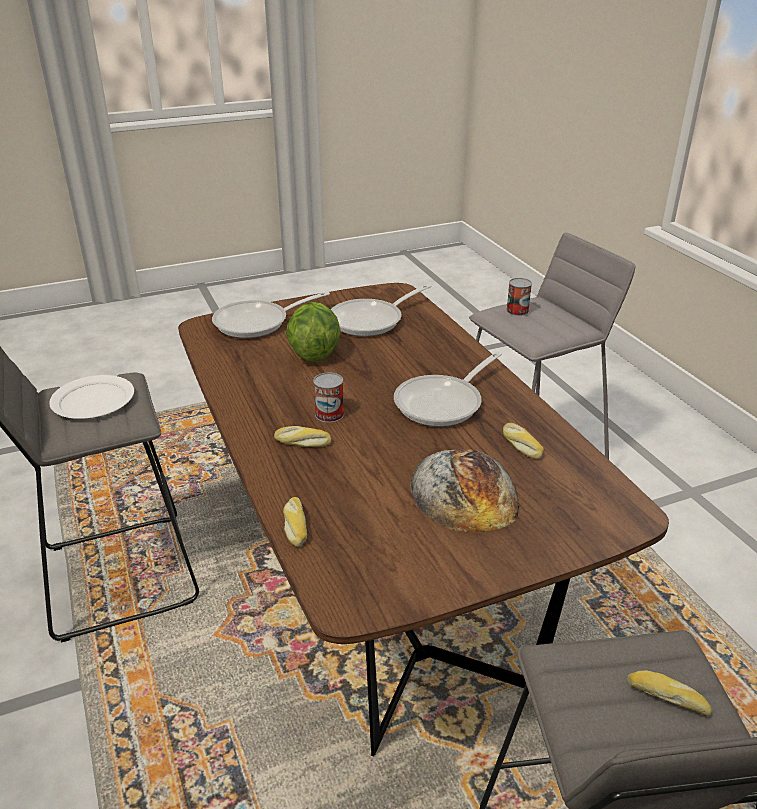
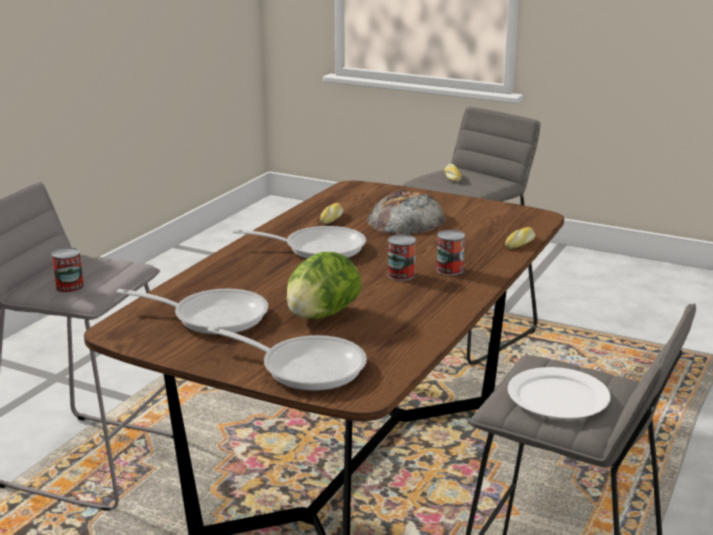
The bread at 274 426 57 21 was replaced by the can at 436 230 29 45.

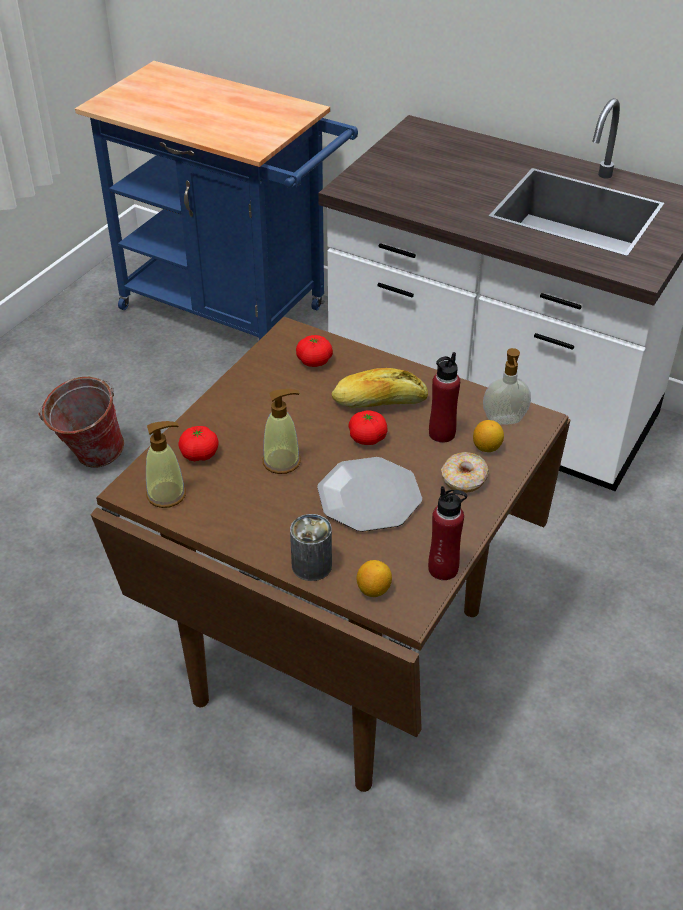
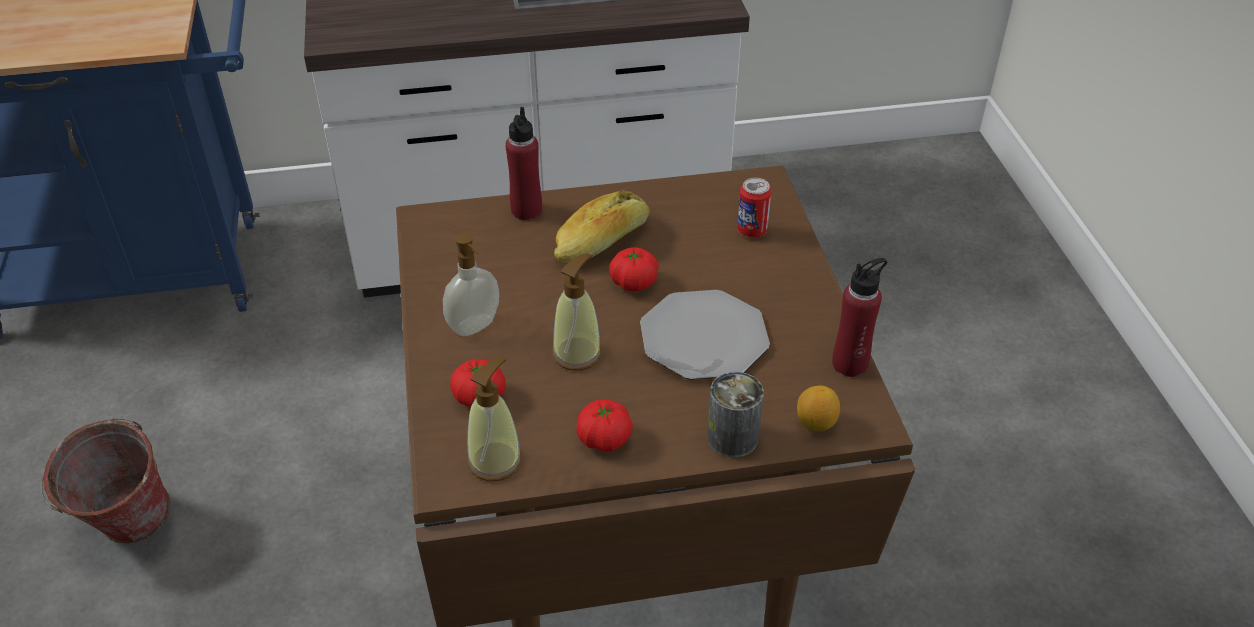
The tomato moved from 296 335 37 32 to 576 399 57 53. The soap dispenser moved from 483 348 48 77 to 443 233 56 103. The bottle (red) moved from 429 352 31 91 to 506 107 36 113. The lemon at 473 420 31 32 was replaced by the can at 737 178 34 60. The donut at 441 452 48 41 disappeared.

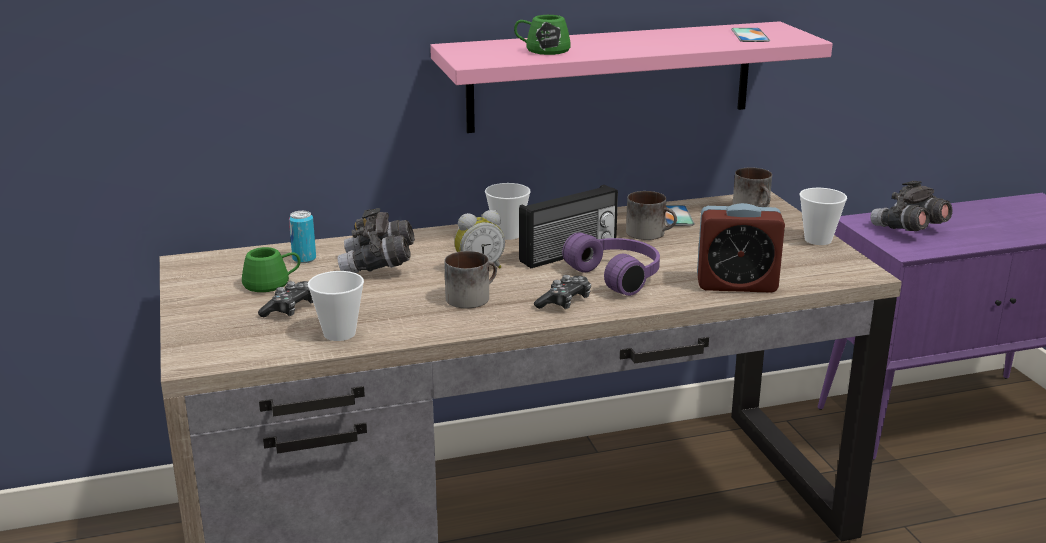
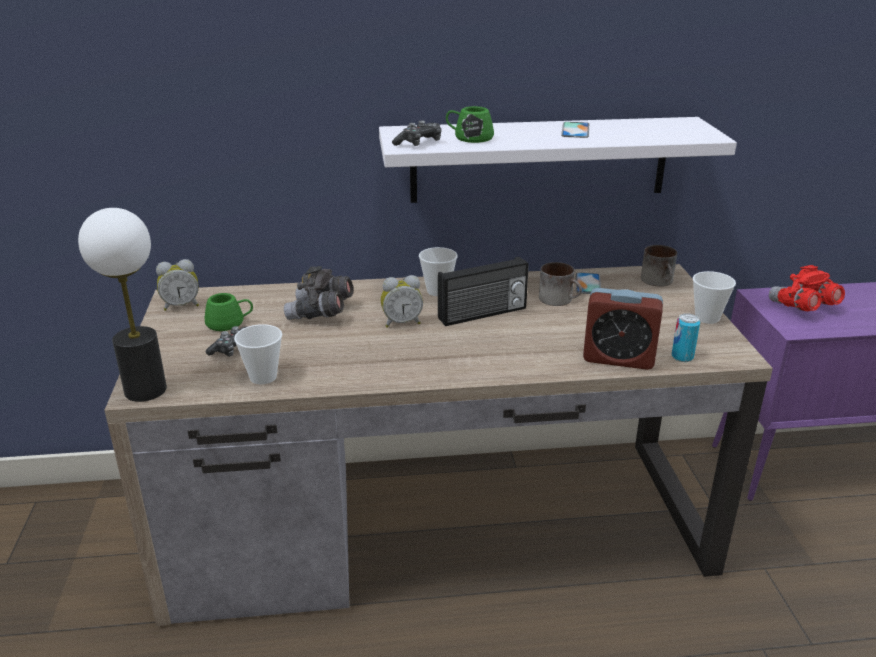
The shelf (pink) at 430 21 403 112 became the shelf (white) at 379 117 358 86. The phone moved from 731 28 39 14 to 561 122 28 16. The binoculars (grey) at 871 181 81 50 became the binoculars (red) at 769 265 76 46. The can moved from 289 211 27 52 to 672 313 28 49. The headphones (purple) at 562 232 98 64 disappeared. The mug at 444 251 53 57 disappeared. The game controller moved from 534 275 57 34 to 392 121 50 25. The table lamp at 78 208 89 194 appeared. The alarm clock at 156 259 43 52 appeared.

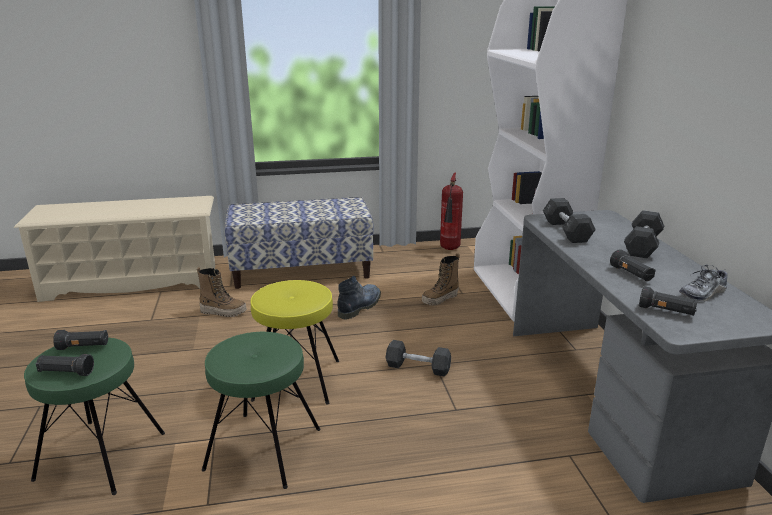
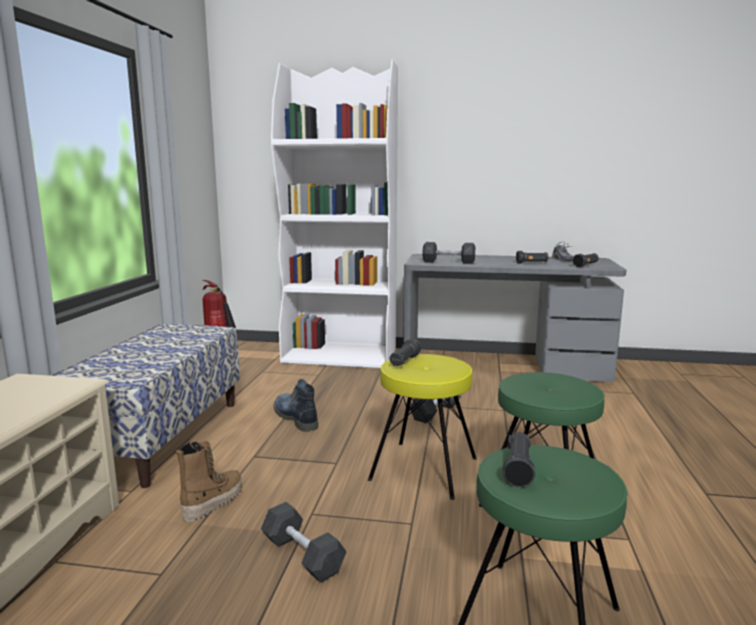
The dumbbell (grey) moved from 624 210 40 49 to 261 502 86 81. The boot at 422 253 38 53 disappeared. The flashlight (black) moved from 36 354 58 22 to 390 339 31 27.

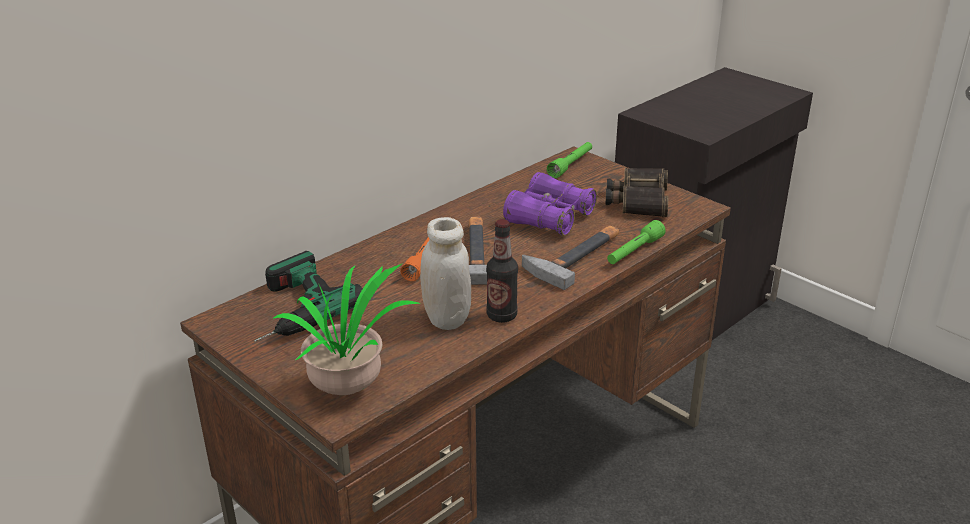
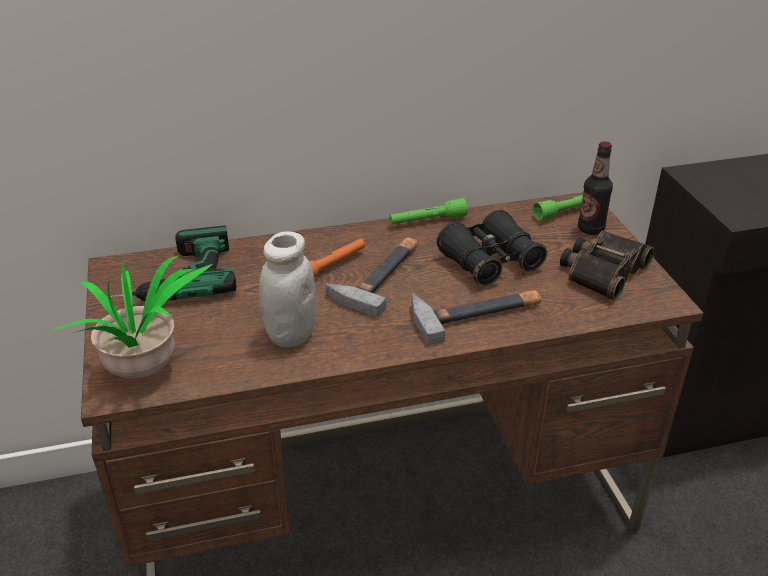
The binoculars (purple) at 503 172 94 64 became the binoculars (black) at 437 210 110 76. The bottle moved from 486 219 32 104 to 578 141 35 94. The flashlight (green) moved from 607 220 59 44 to 389 198 79 27.

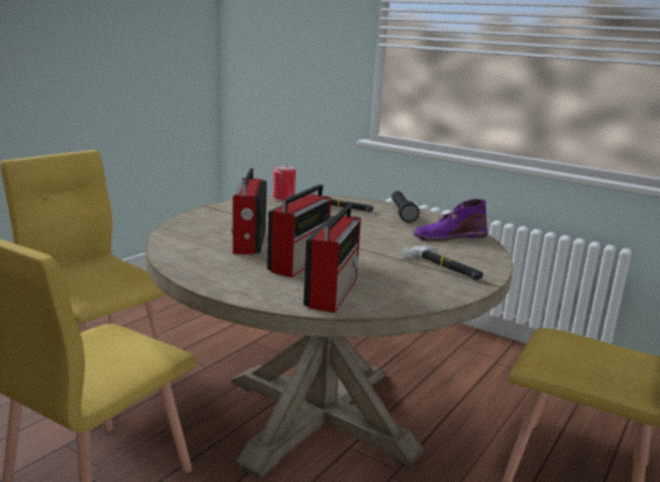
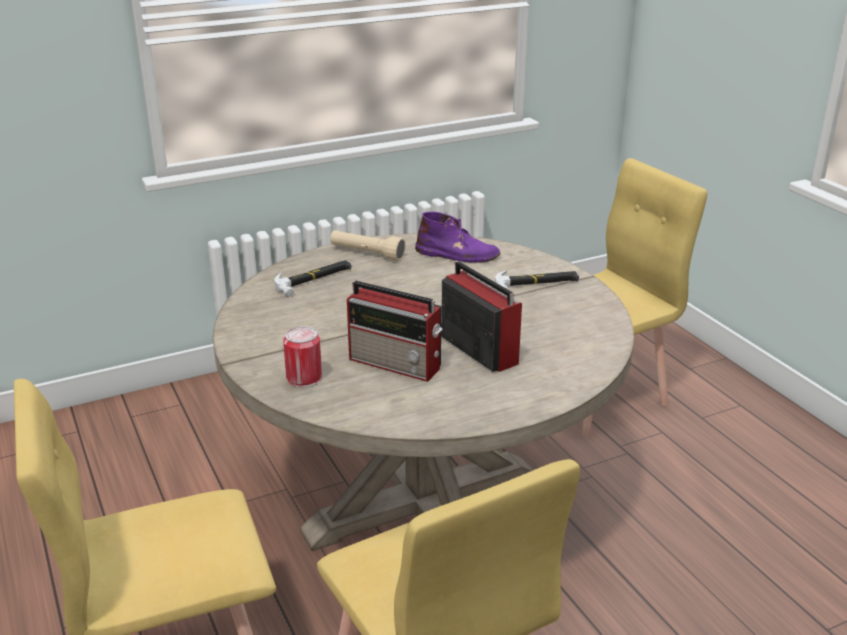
The can moved from 273 165 23 36 to 283 326 39 61. The flashlight (black) at 391 191 28 32 became the flashlight (beige) at 330 230 75 31. The boot (purple) at 413 199 75 42 turned 90 degrees counterclockwise. The radio at 303 204 58 109 disappeared.

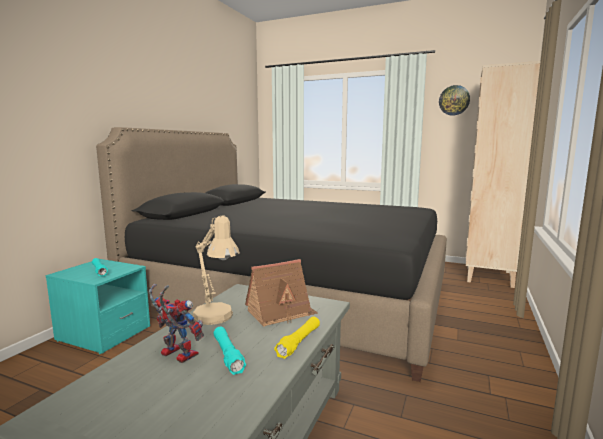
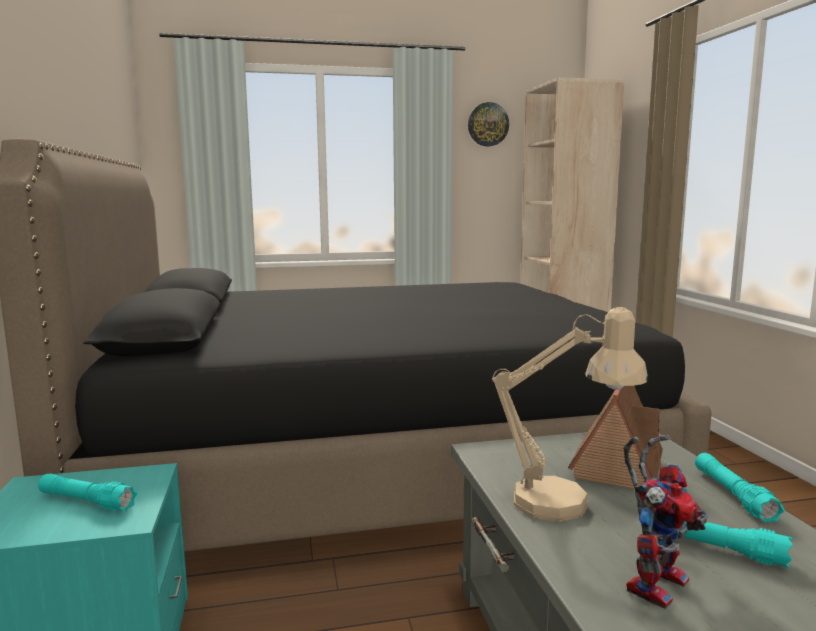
The toy robot at 149 284 55 79 turned 135 degrees clockwise. The flashlight (yellow) at 274 317 46 42 became the flashlight (turquoise) at 695 453 90 69.

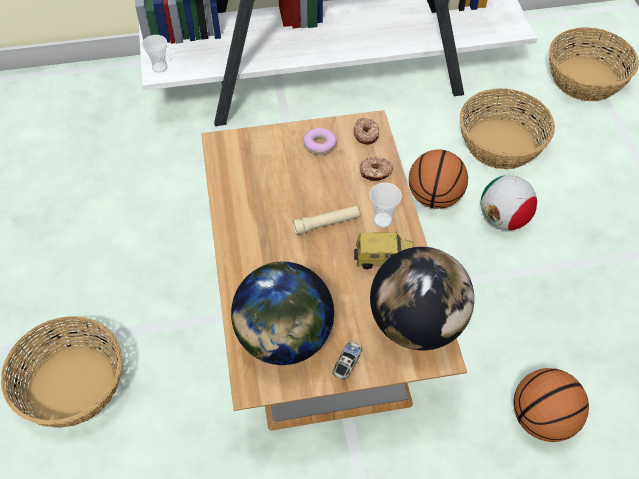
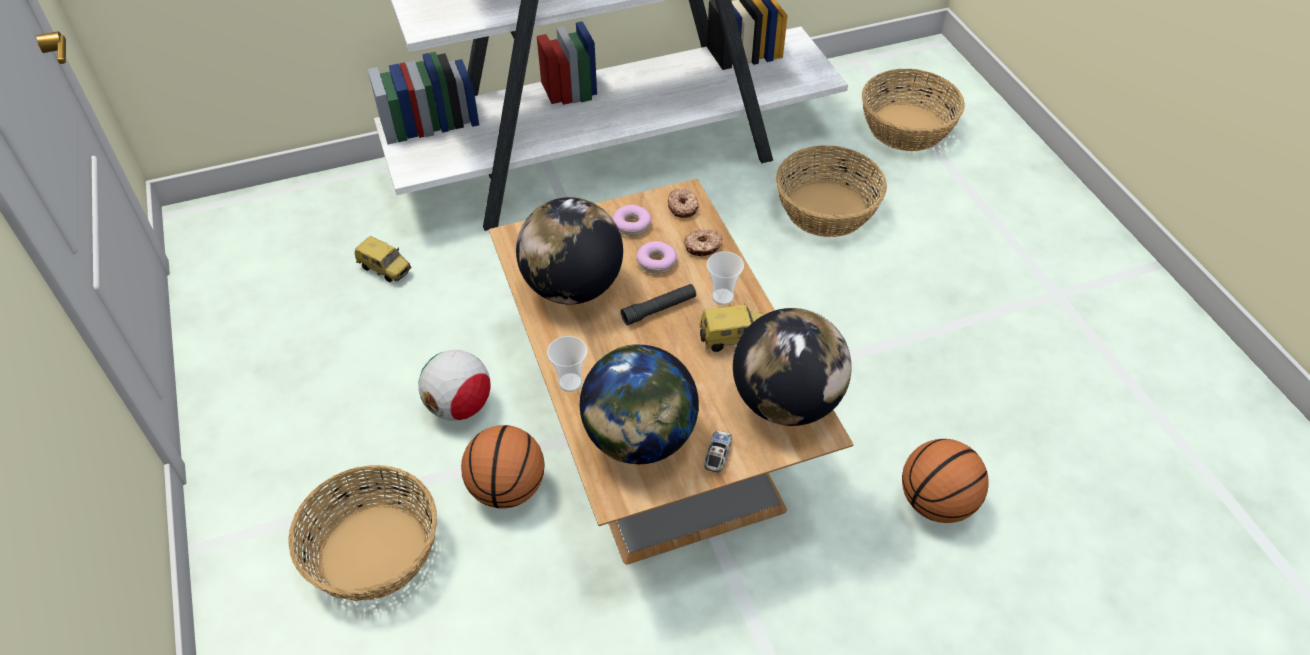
The cup moved from 142 35 26 38 to 547 336 40 56. The basketball moved from 409 150 59 59 to 461 425 84 83. The football moved from 480 175 57 55 to 418 350 72 70. The flashlight (beige) at 292 206 68 29 became the flashlight (black) at 621 284 75 41. The globe at 516 197 107 107 appeared. The toy car at 355 236 57 46 appeared. The donut at 636 241 41 33 appeared.

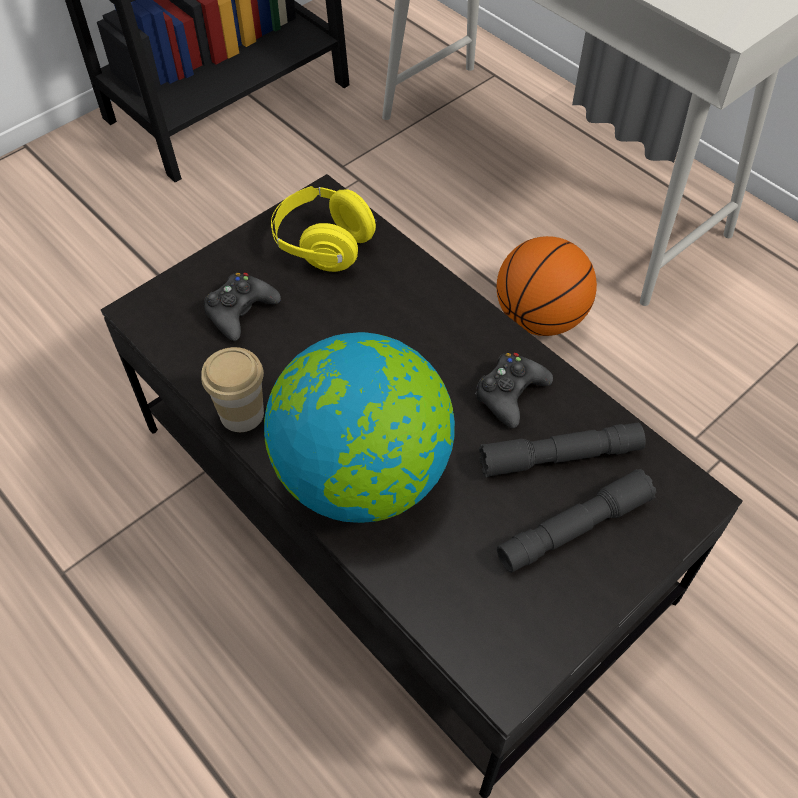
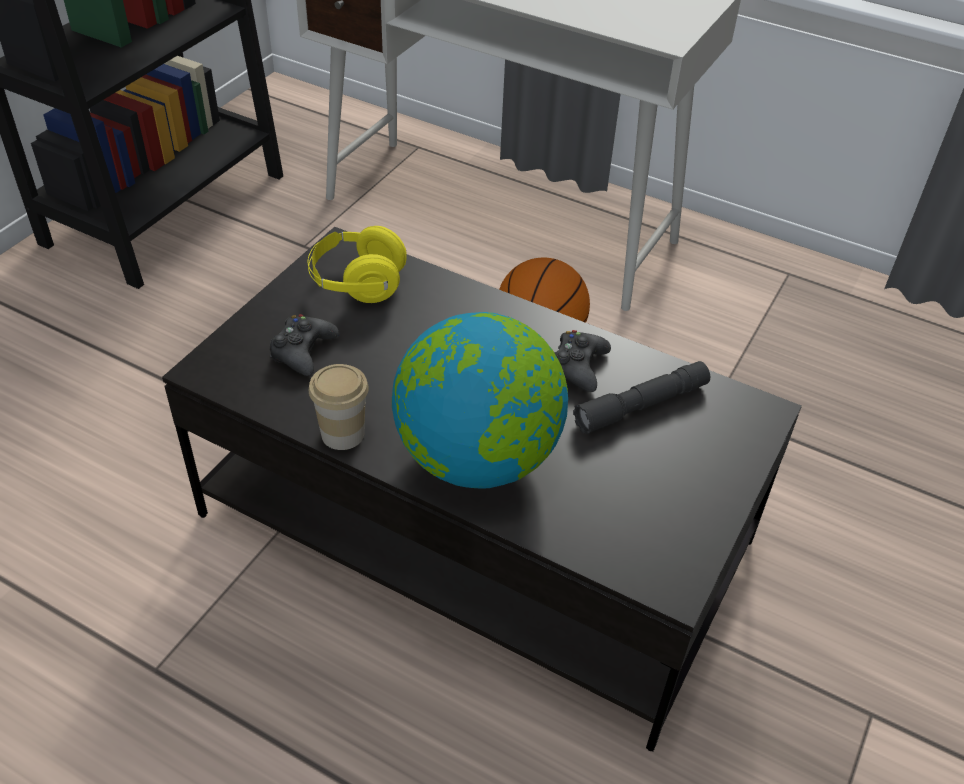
The flashlight (grey) at 497 469 159 104 disappeared.

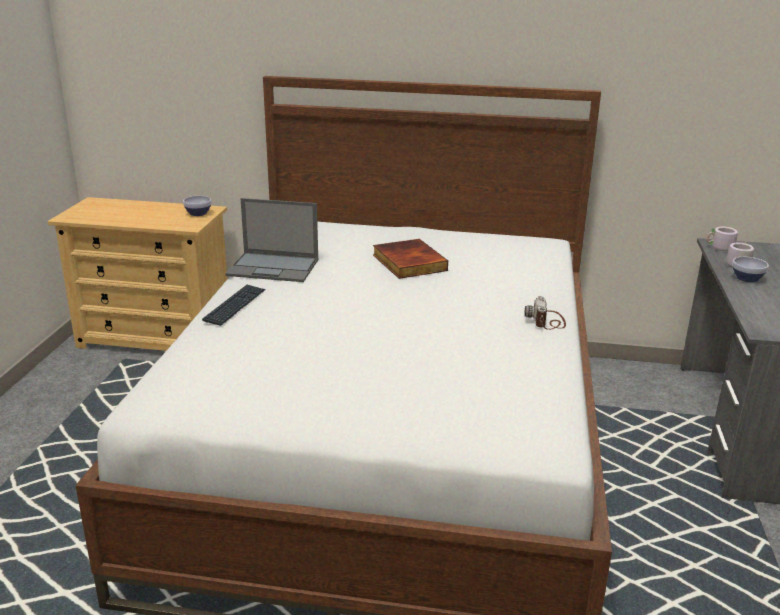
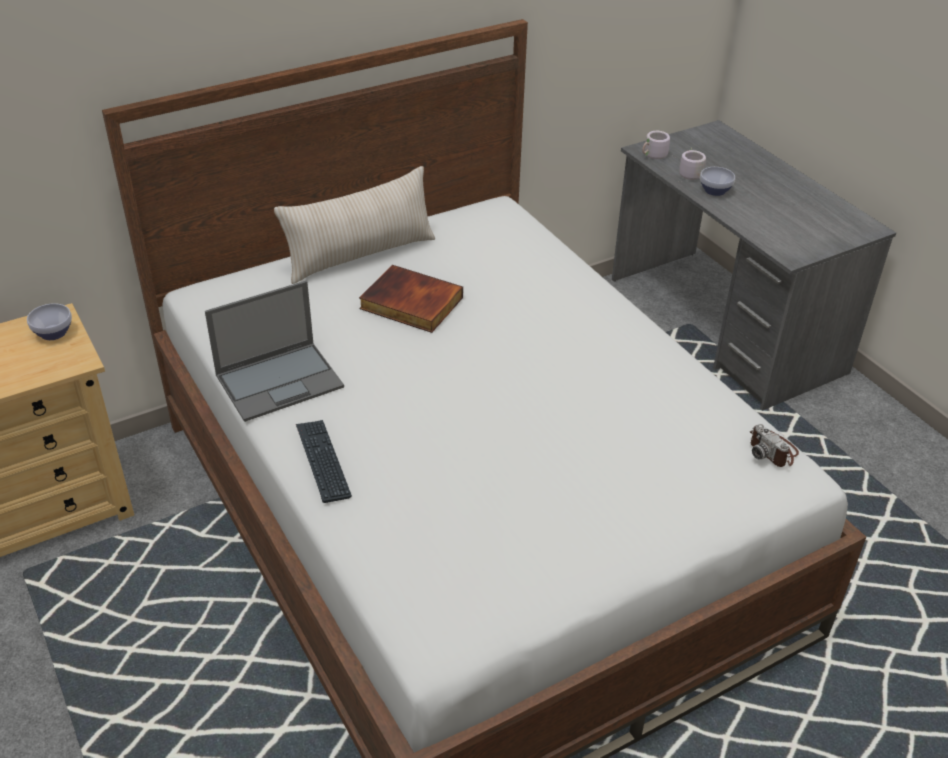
The photo camera moved from 524 296 42 34 to 750 424 49 43. The pillow (beige) at 274 166 161 118 appeared.

